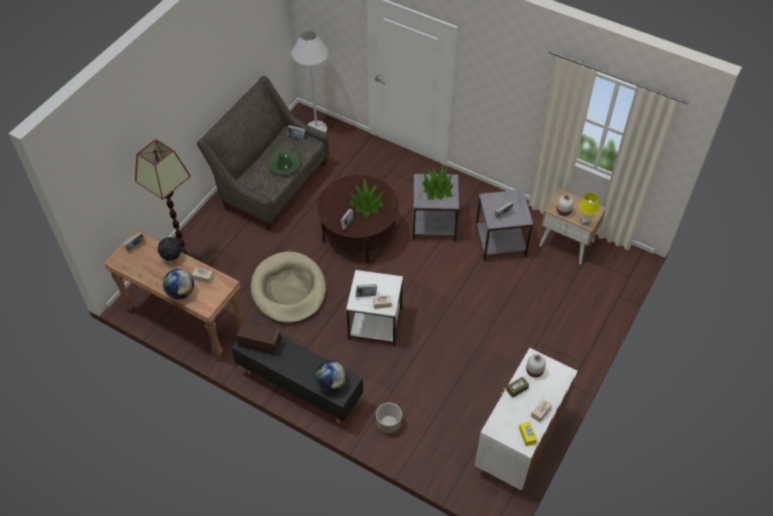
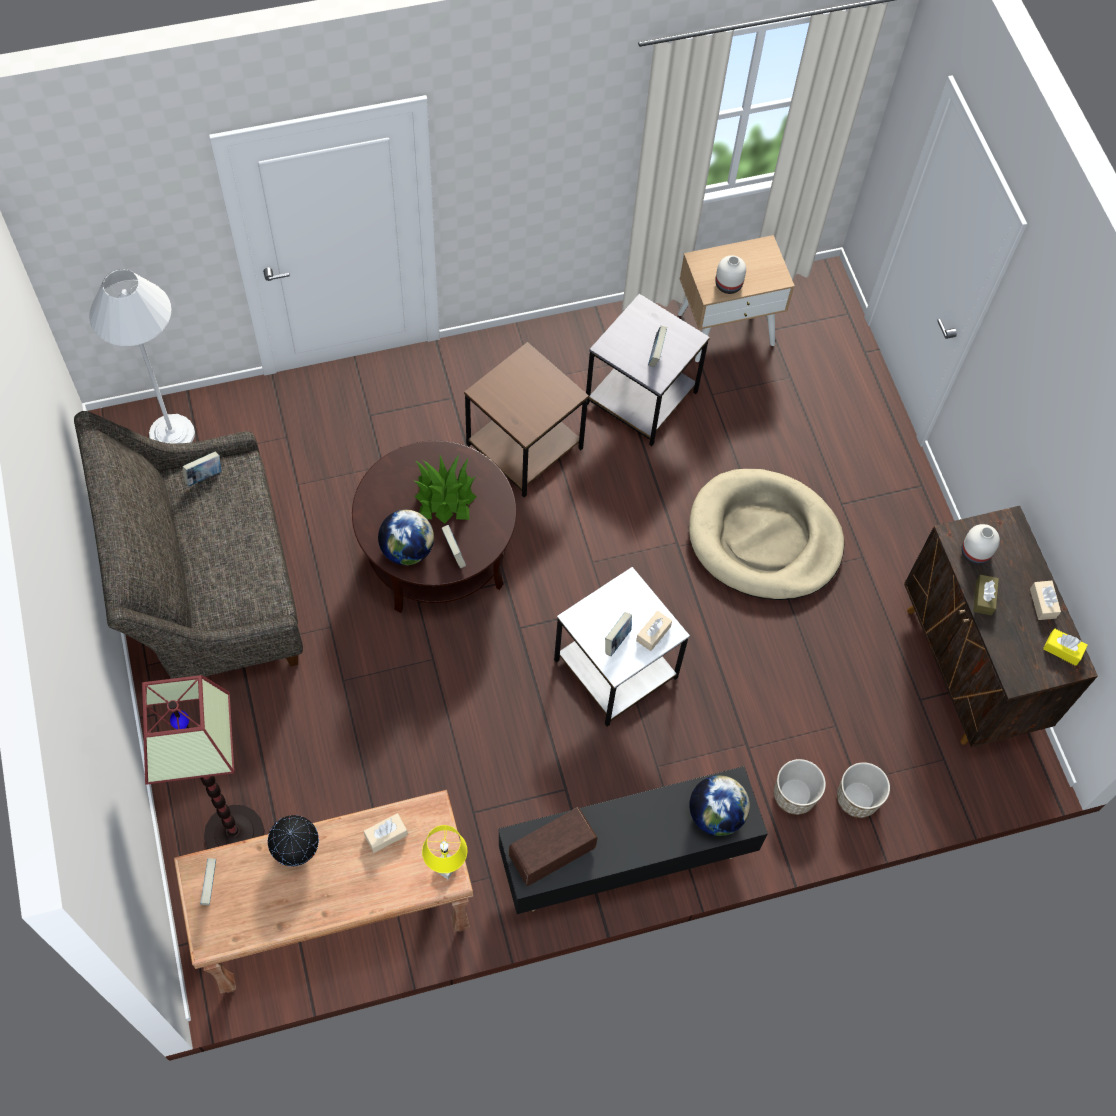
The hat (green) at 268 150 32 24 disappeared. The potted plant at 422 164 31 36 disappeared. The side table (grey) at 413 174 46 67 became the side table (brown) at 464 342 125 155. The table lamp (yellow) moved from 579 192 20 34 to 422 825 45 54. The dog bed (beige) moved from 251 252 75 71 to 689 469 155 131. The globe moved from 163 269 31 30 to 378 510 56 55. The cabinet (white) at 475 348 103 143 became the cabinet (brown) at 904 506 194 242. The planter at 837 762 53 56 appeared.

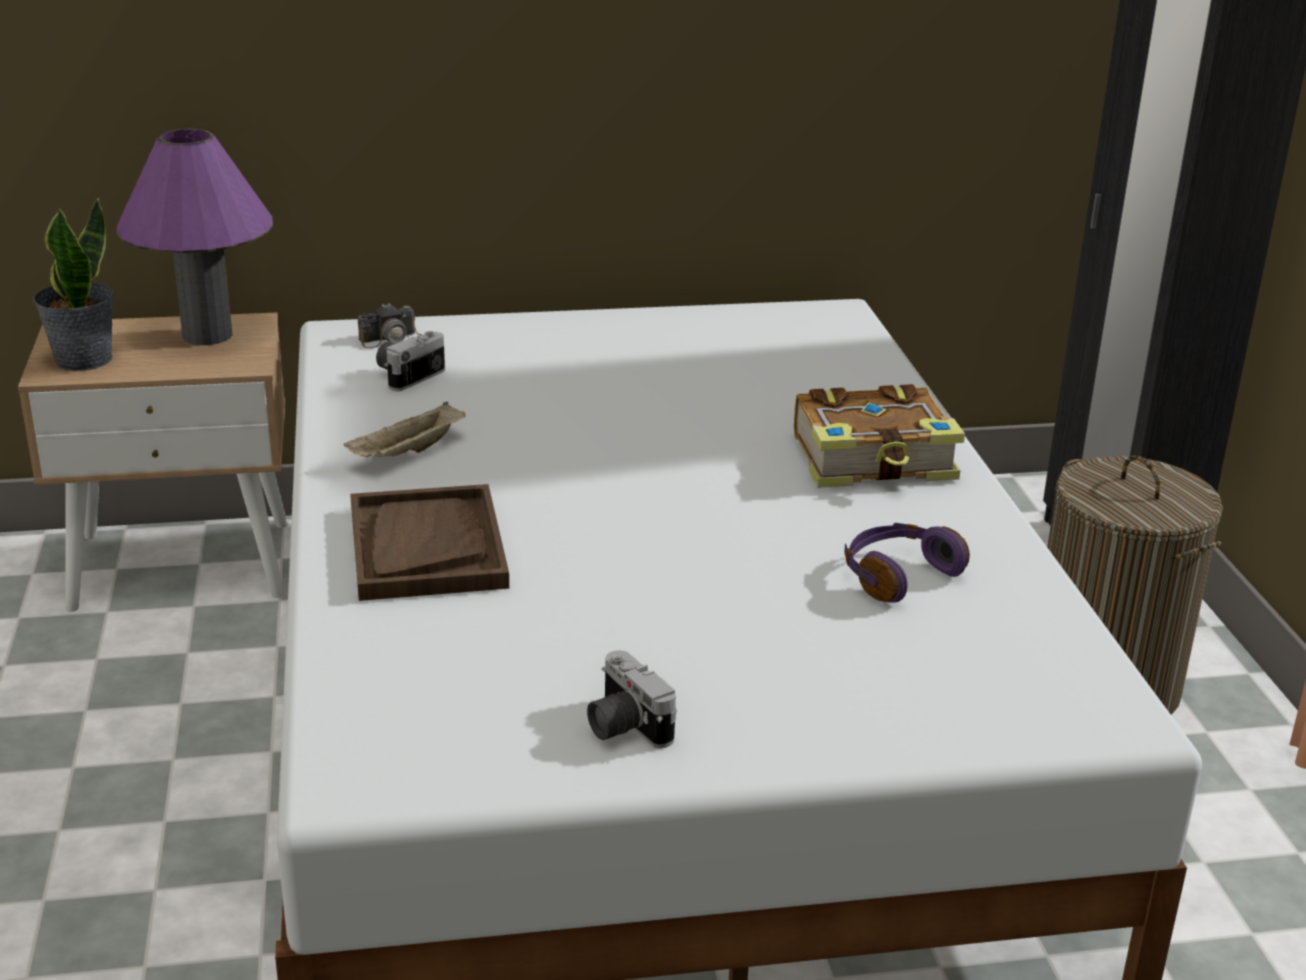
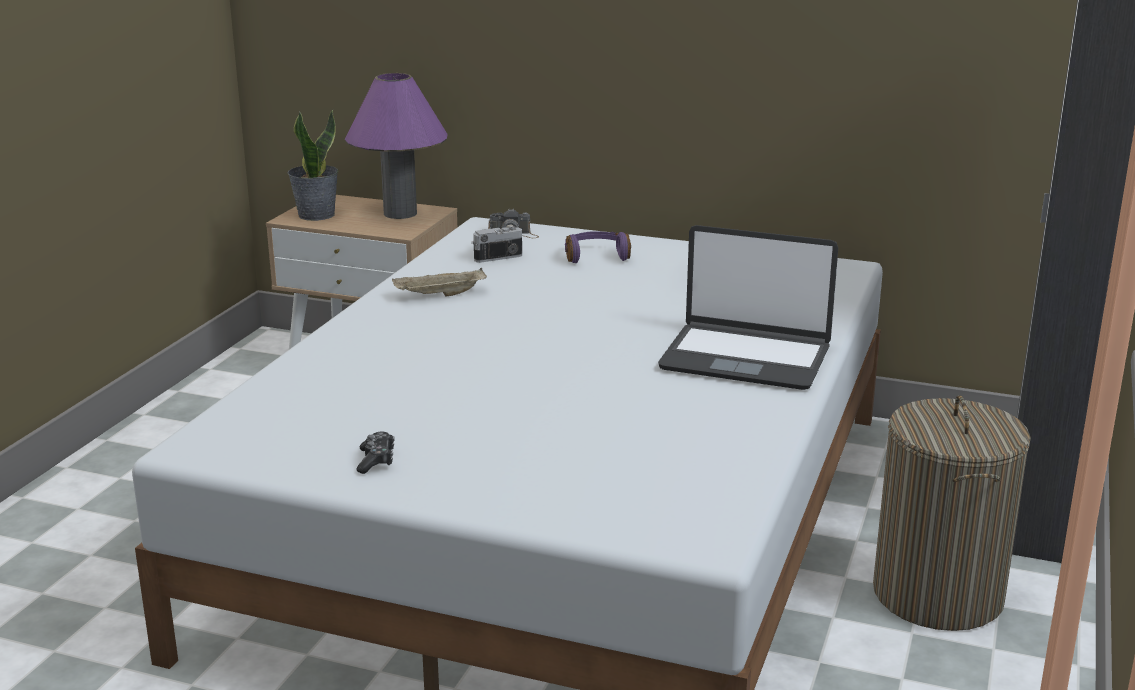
The book at 794 384 171 104 was replaced by the laptop at 658 225 180 165. The tray (brown) at 350 484 159 117 disappeared. The headphones (purple) moved from 844 523 126 80 to 565 231 66 32. The photo camera at 587 650 90 99 was replaced by the game controller at 356 431 39 43.

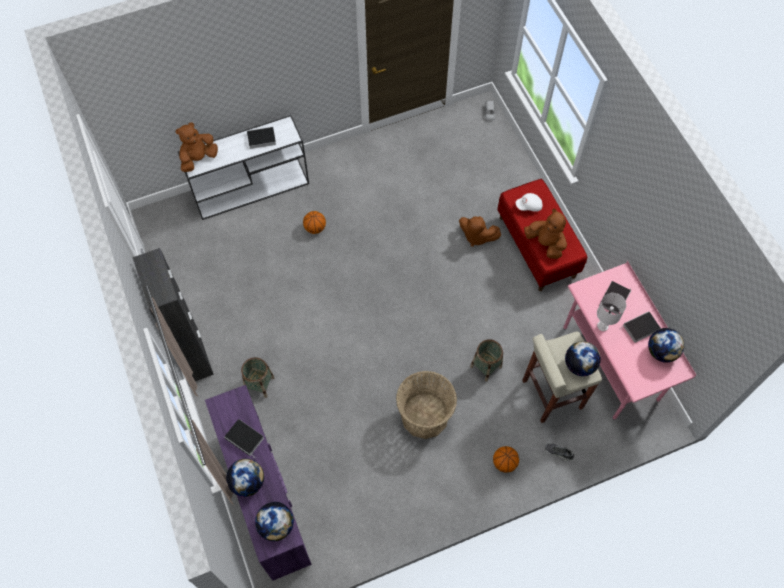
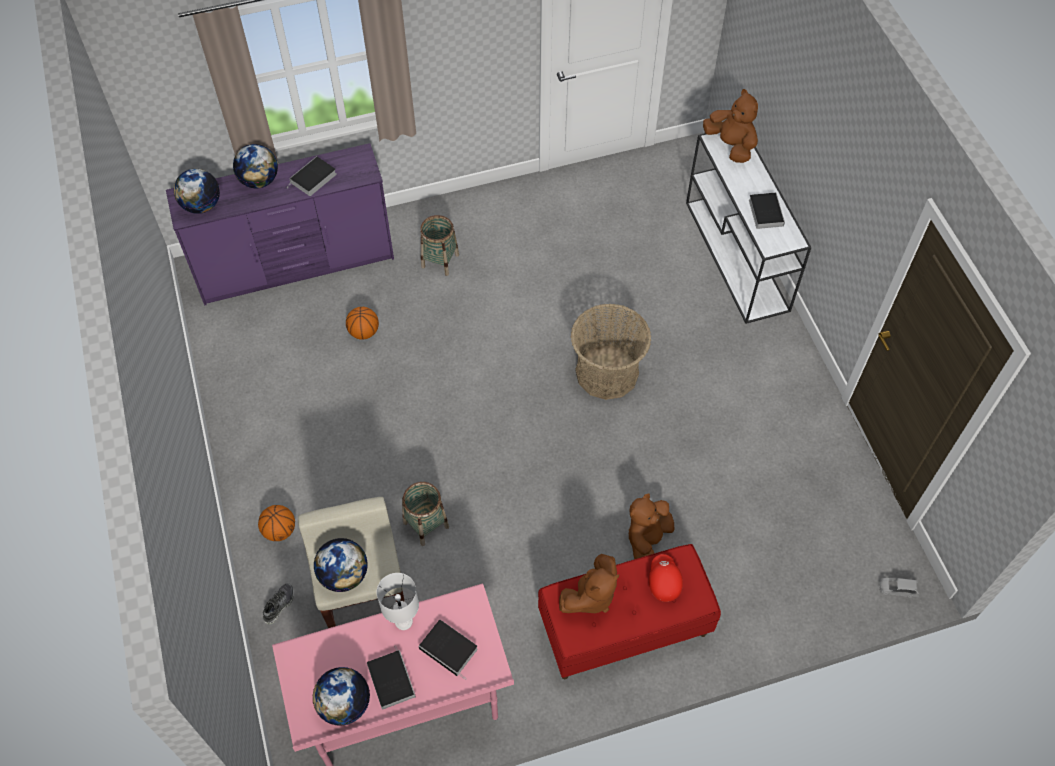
The cap (white) at 516 193 27 19 became the cap (red) at 649 554 34 48. The basketball moved from 303 211 23 23 to 346 307 33 33. The cabinet (black) at 132 248 82 133 disappeared. The basket moved from 396 371 61 68 to 571 304 80 96.

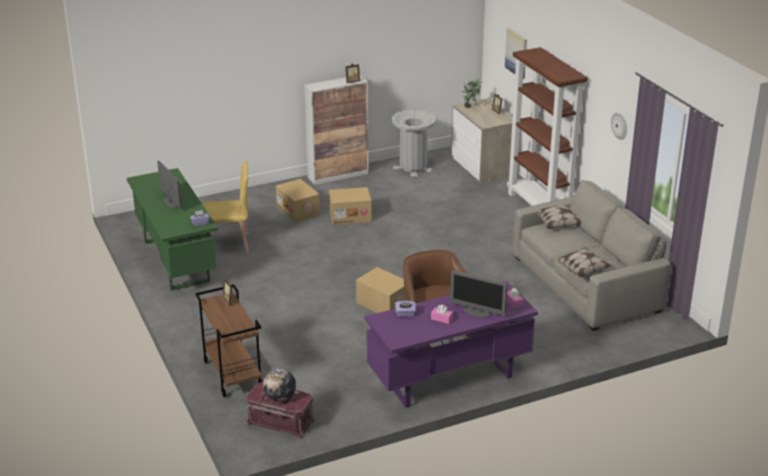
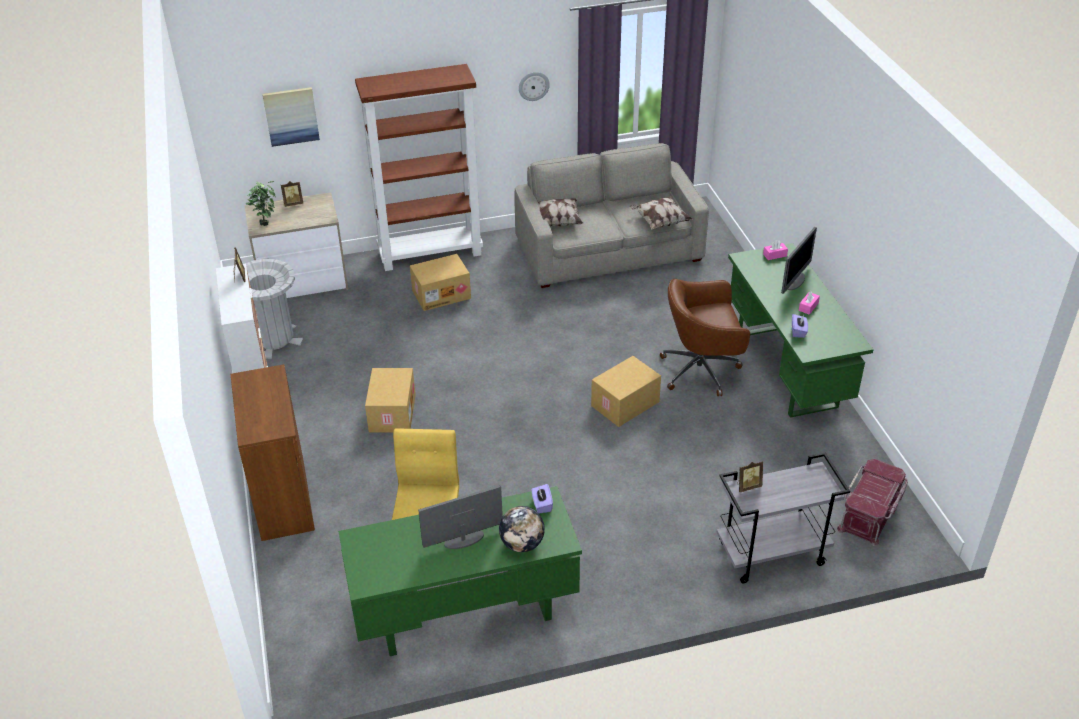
The cardboard box moved from 276 179 44 44 to 410 254 61 57. The desk (purple) at 365 281 173 127 became the desk (green) at 728 243 146 175. The cart (brown) at 195 285 67 112 became the cart (grey) at 717 453 133 130. The globe moved from 263 368 33 33 to 499 506 46 46. The cabinet (brown) at 231 364 84 177 appeared.

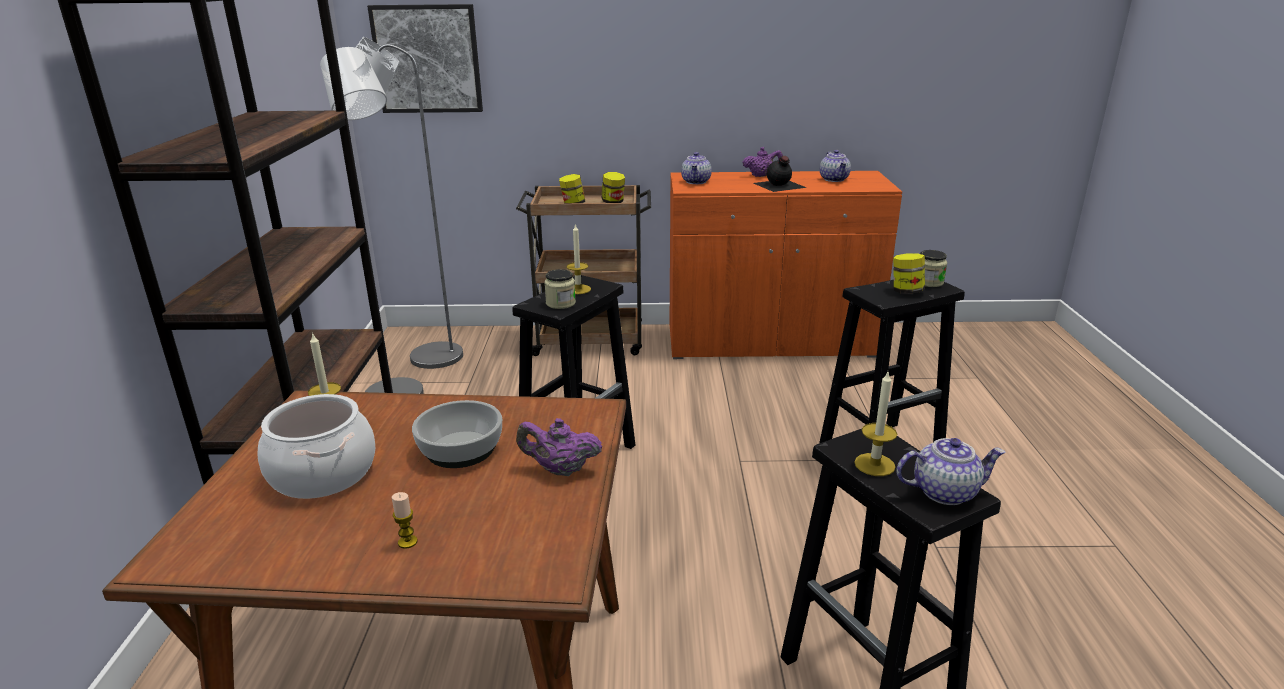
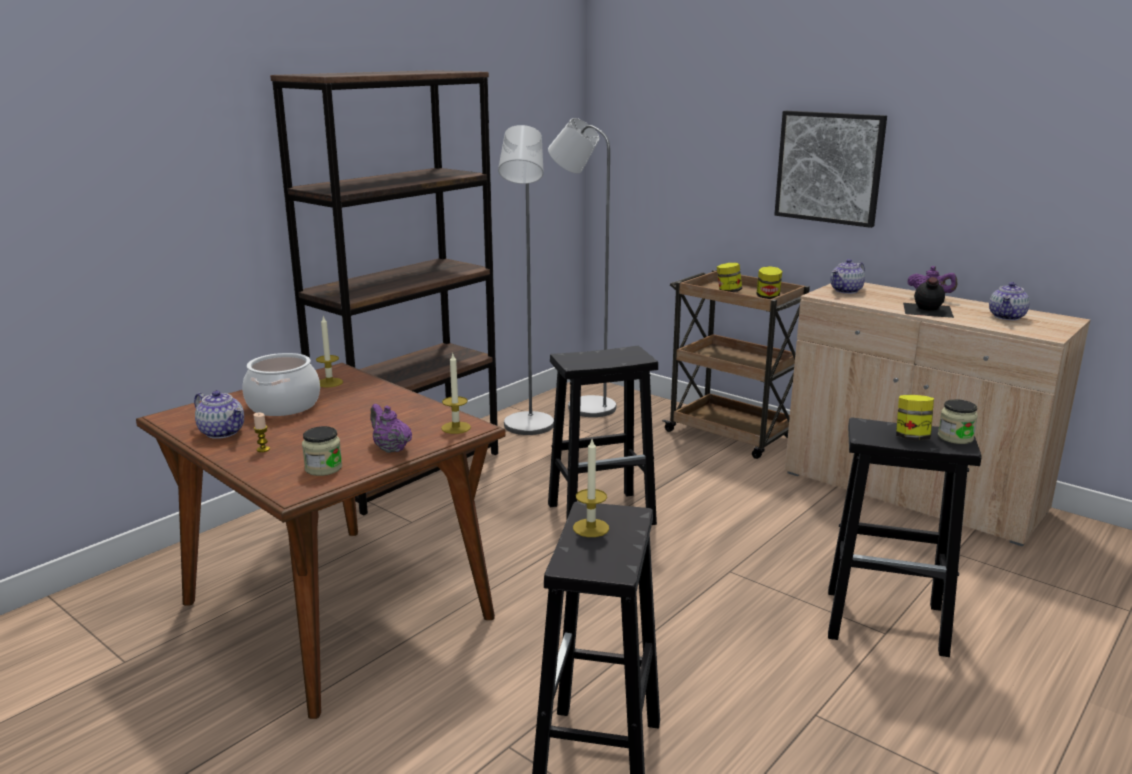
The picture moved from 367 4 116 109 to 774 111 113 117. The cabinet (orange) at 669 171 233 188 became the cabinet (beige) at 785 282 305 265. The candle moved from 566 223 25 71 to 441 354 30 80. The jar moved from 545 269 31 40 to 302 426 40 50. The bowl at 412 400 90 68 disappeared. The teapot moved from 896 438 110 67 to 194 390 50 49.

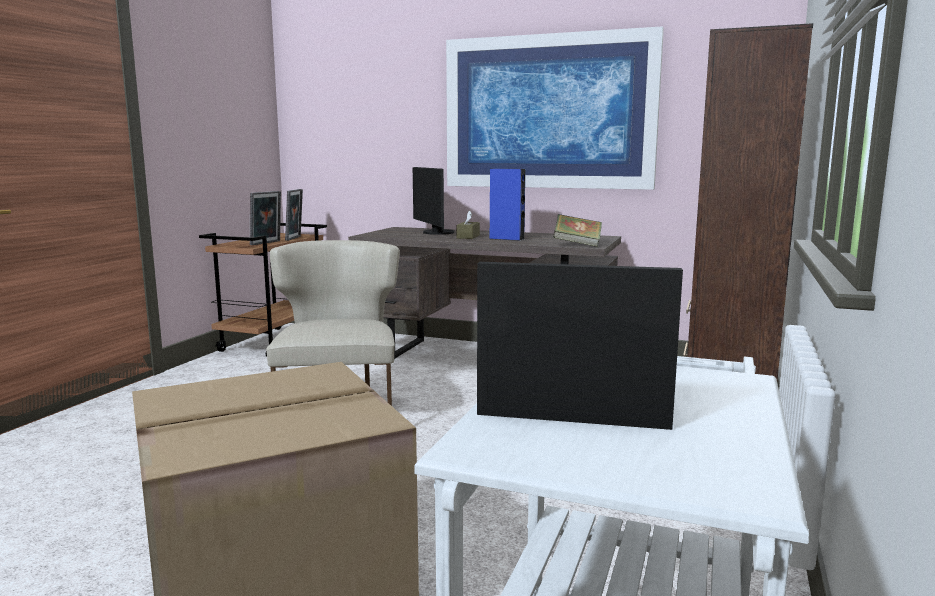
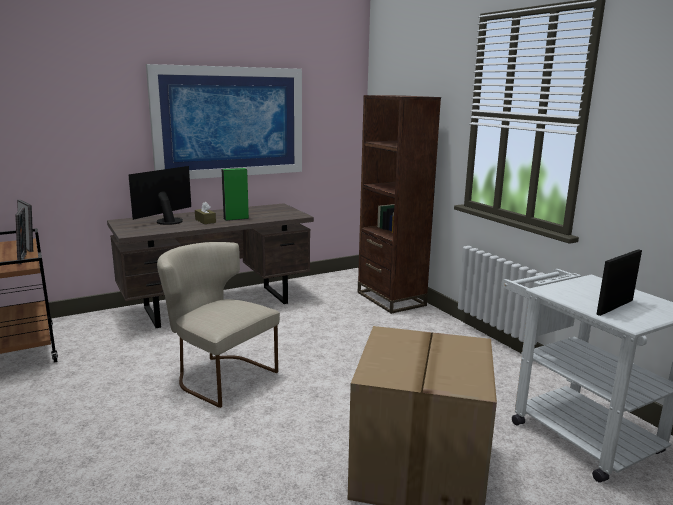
The monitor at 413 167 42 68 turned 105 degrees clockwise. The speaker (blue) at 490 169 35 72 became the speaker (green) at 221 168 28 53. The book at 553 214 49 33 disappeared.

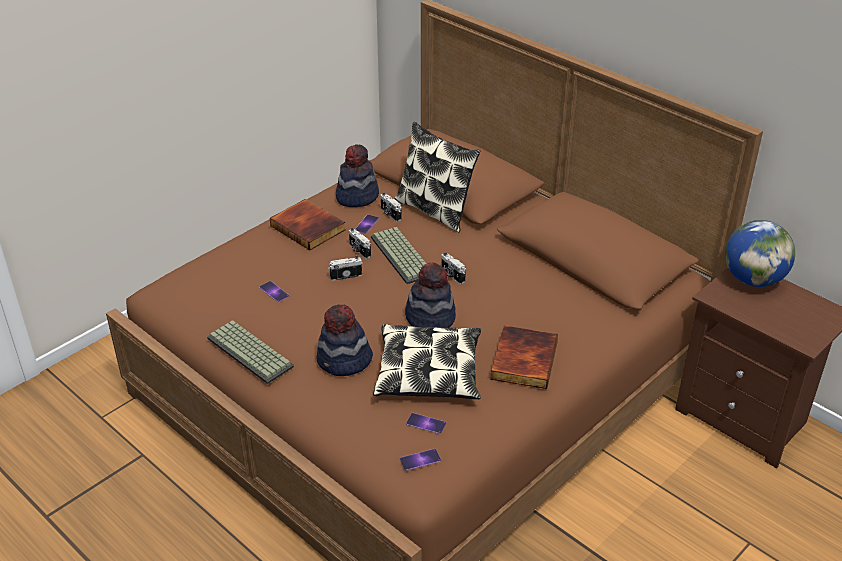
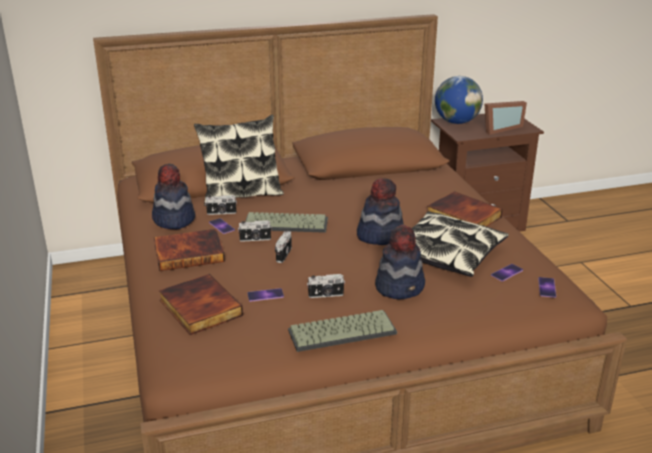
The photo camera moved from 441 252 25 32 to 307 274 38 24. The picture frame at 485 101 42 34 appeared. The book at 159 274 84 61 appeared.

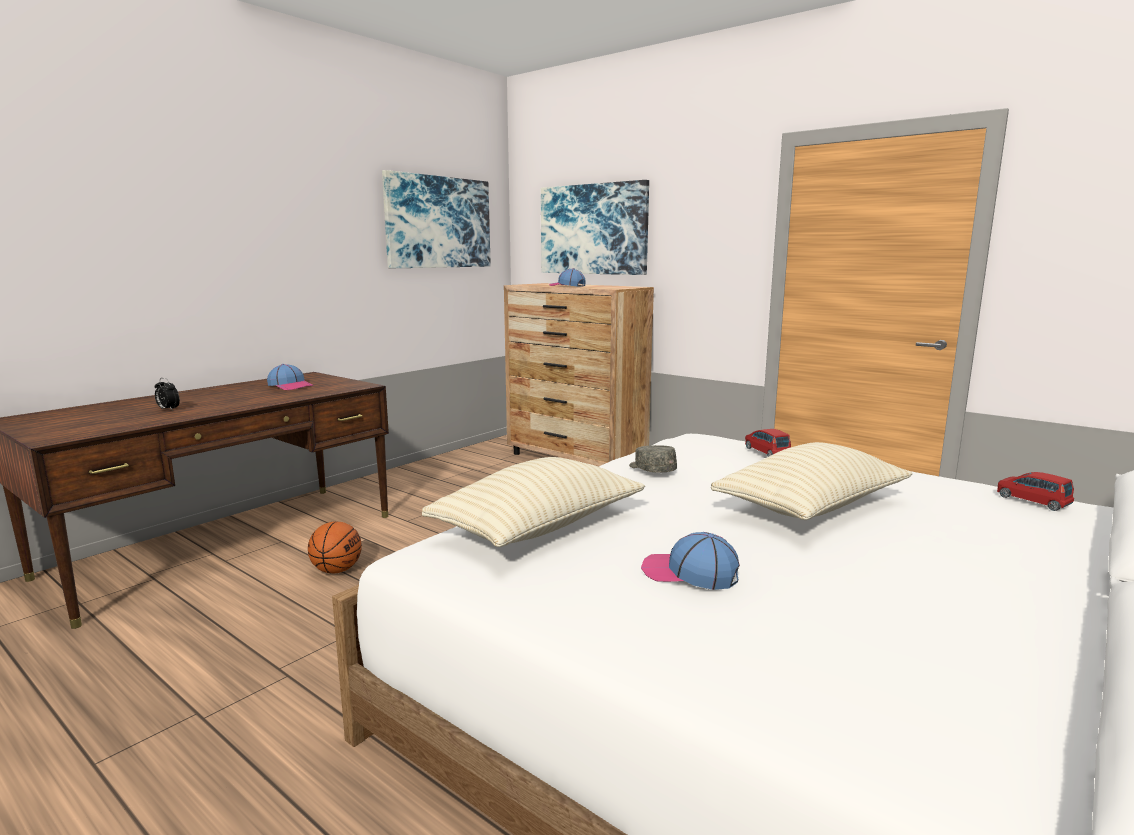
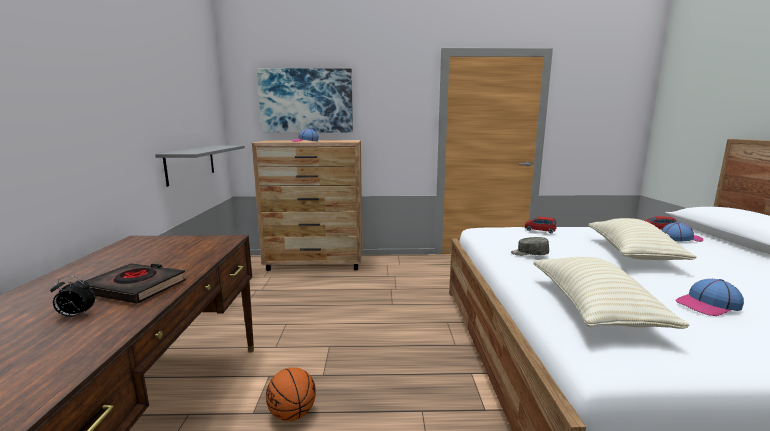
The picture at 382 170 109 98 disappeared. The cap moved from 267 364 47 26 to 662 222 41 20. The shelf (grey) at 155 145 90 42 appeared. The book (black) at 85 263 101 41 appeared.

